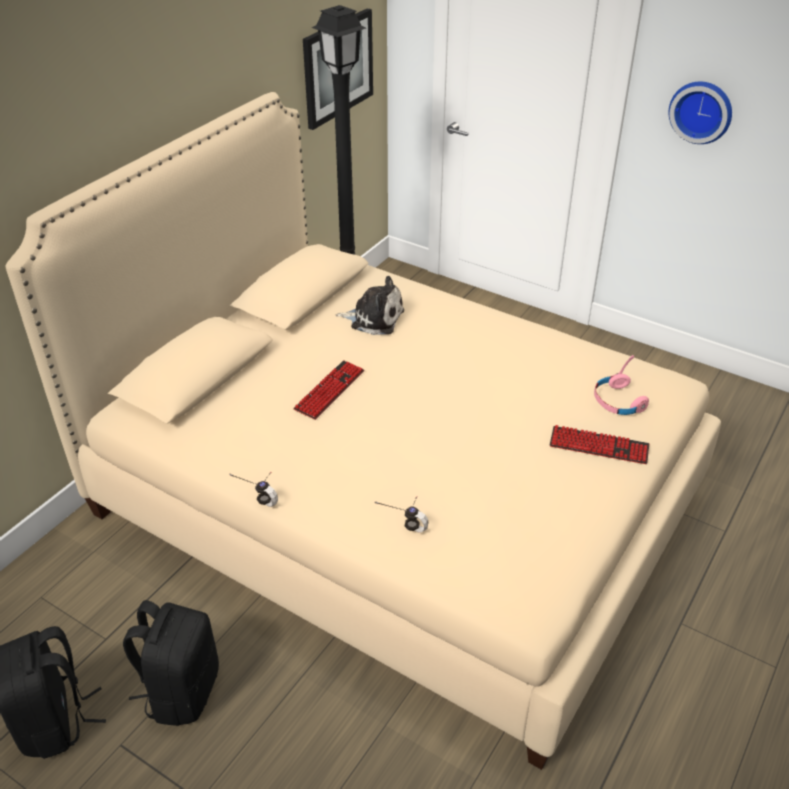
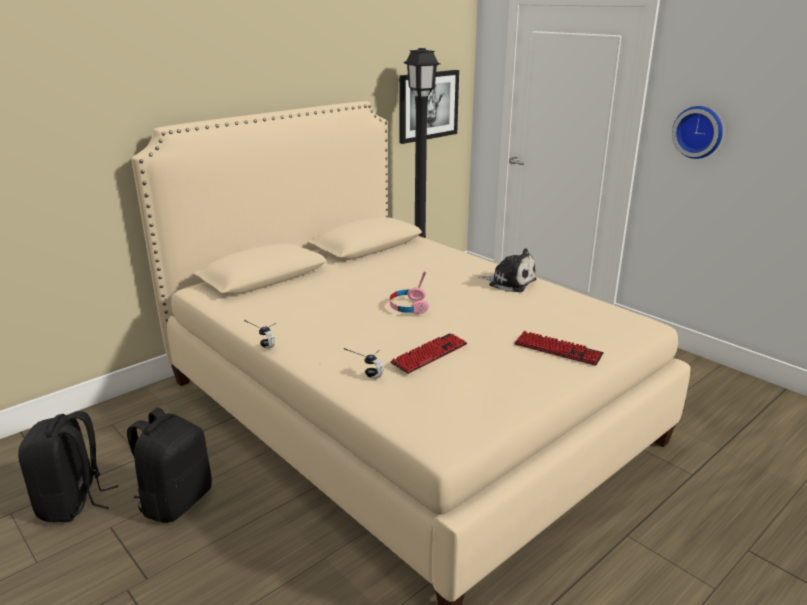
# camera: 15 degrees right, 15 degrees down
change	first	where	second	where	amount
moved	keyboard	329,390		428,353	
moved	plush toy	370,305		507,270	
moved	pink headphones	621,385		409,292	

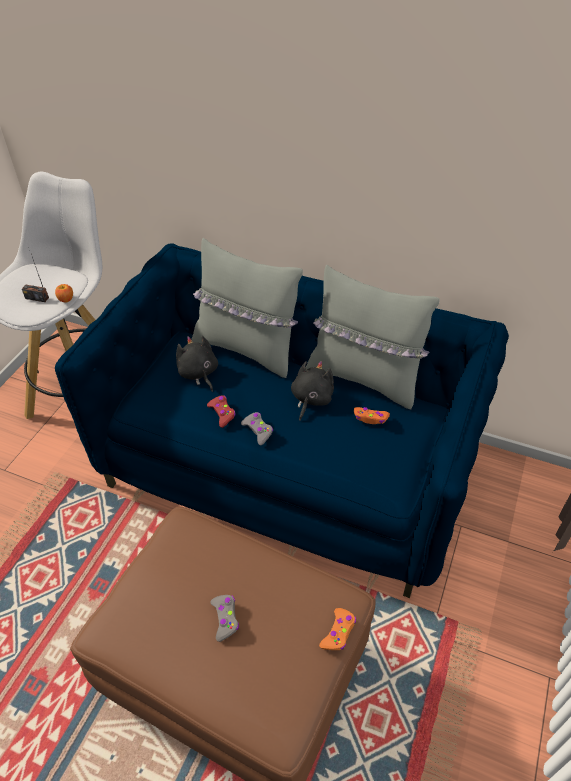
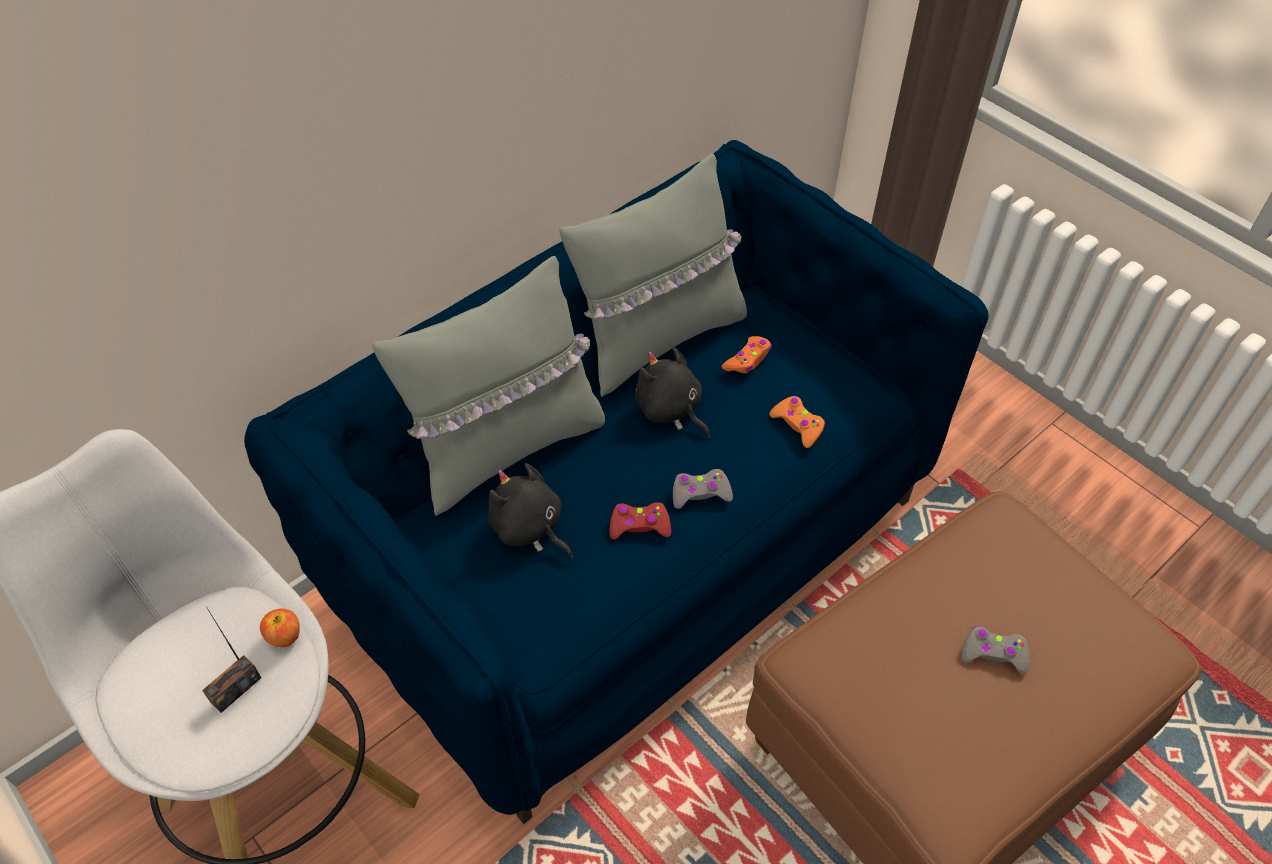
# camera: 65 degrees left, 5 degrees up
change	first	where	second	where	amount
turned	black plush toy	197,364		530,510	45 degrees clockwise
moved	orange game controller	337,629		797,422	

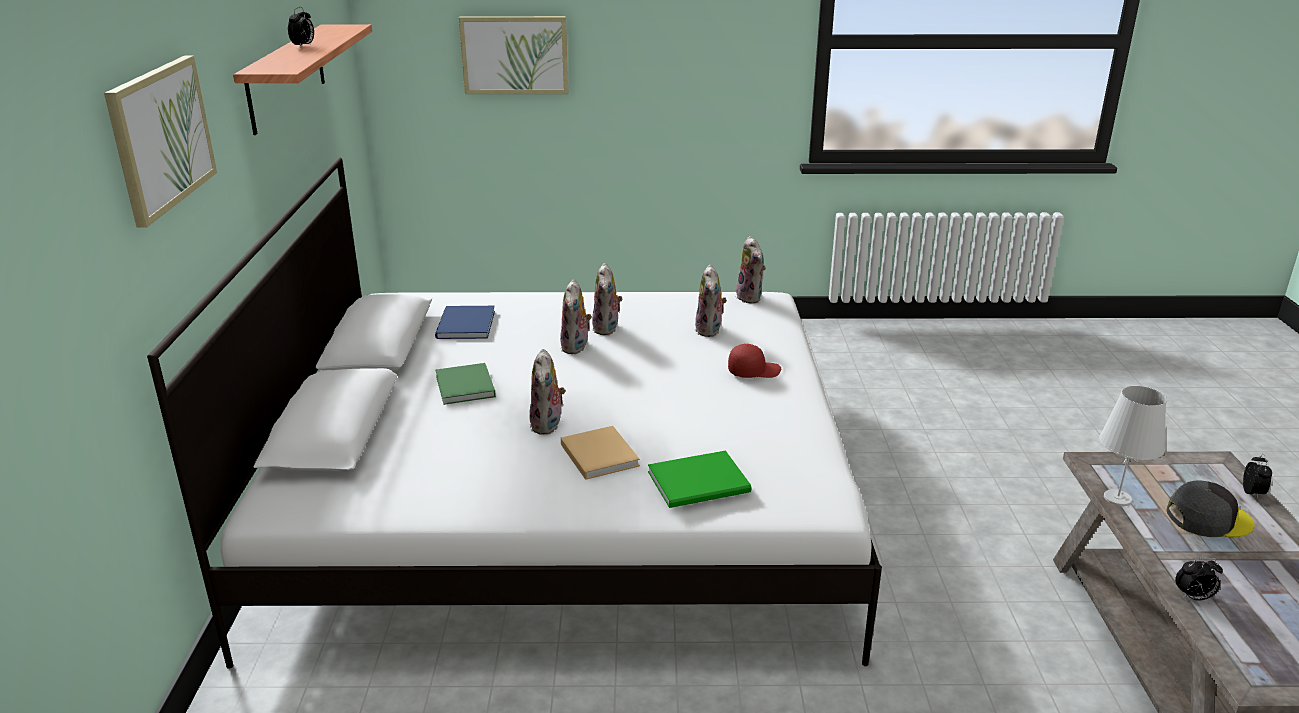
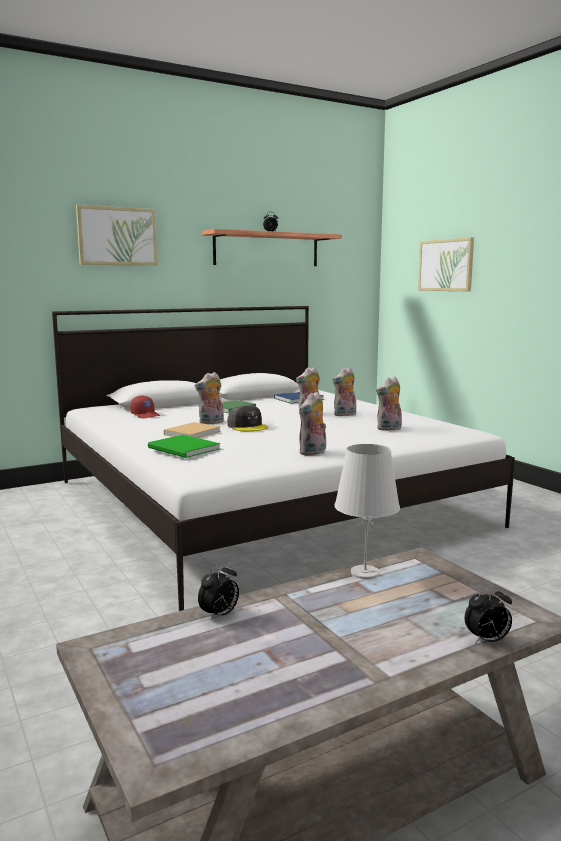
# camera: 60 degrees right, 15 degrees down
change	first	where	second	where	amount
moved	red cap	754,361		145,407	
moved	plush toy	751,270		312,423	
moved	grey cap	1210,508		247,418	
turned	alarm clock	1199,579		218,591	105 degrees counterclockwise

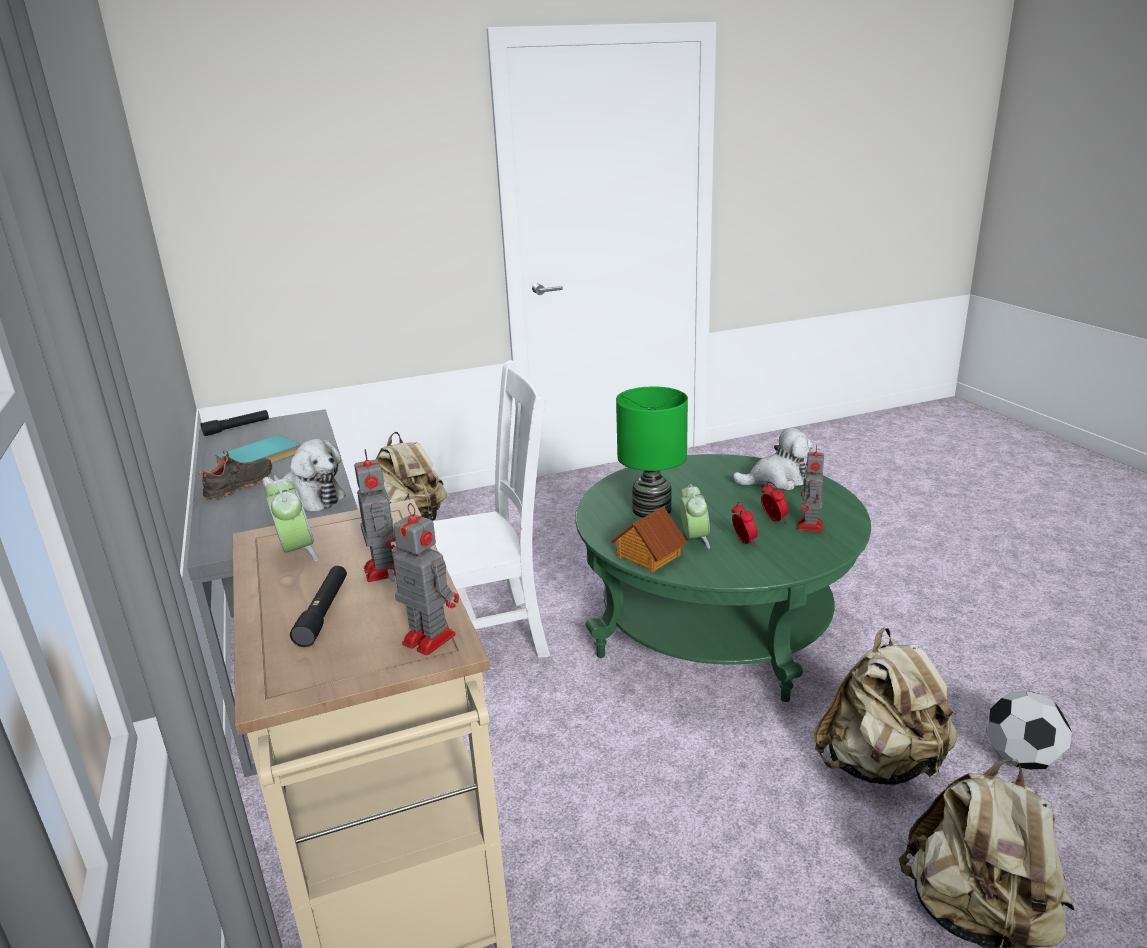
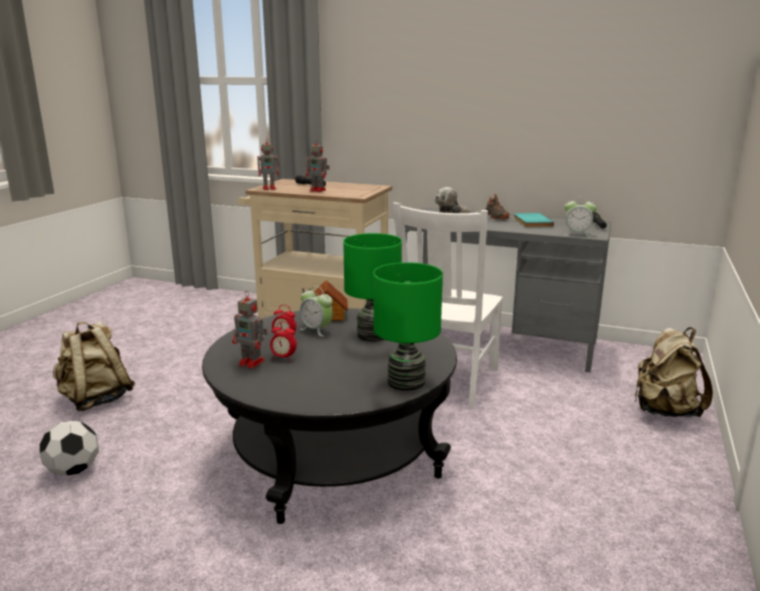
# camera: 130 degrees right, 5 degrees down
change	first	where	second	where	amount
moved	alarm clock	291,518		580,216	
recoloured	green coffee table	723,578	black coffee table	329,416	
removed	plush toy	773,459			
turned	toy robot	810,488		250,330	150 degrees clockwise
removed	beige backpack	885,706			
added			green table lamp	408,326	

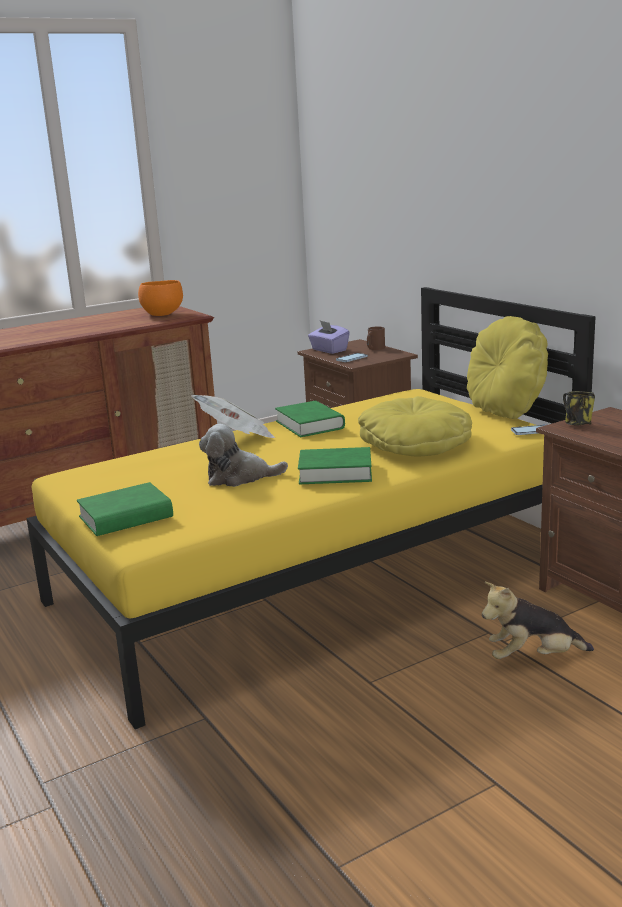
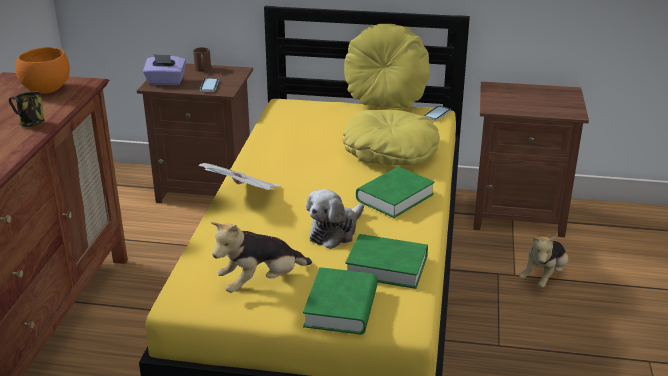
# camera: 50 degrees left, 10 degrees up
change	first	where	second	where	amount
moved	green book	310,419		386,261	
moved	mug	579,408		27,109	
added			plush toy	261,257	

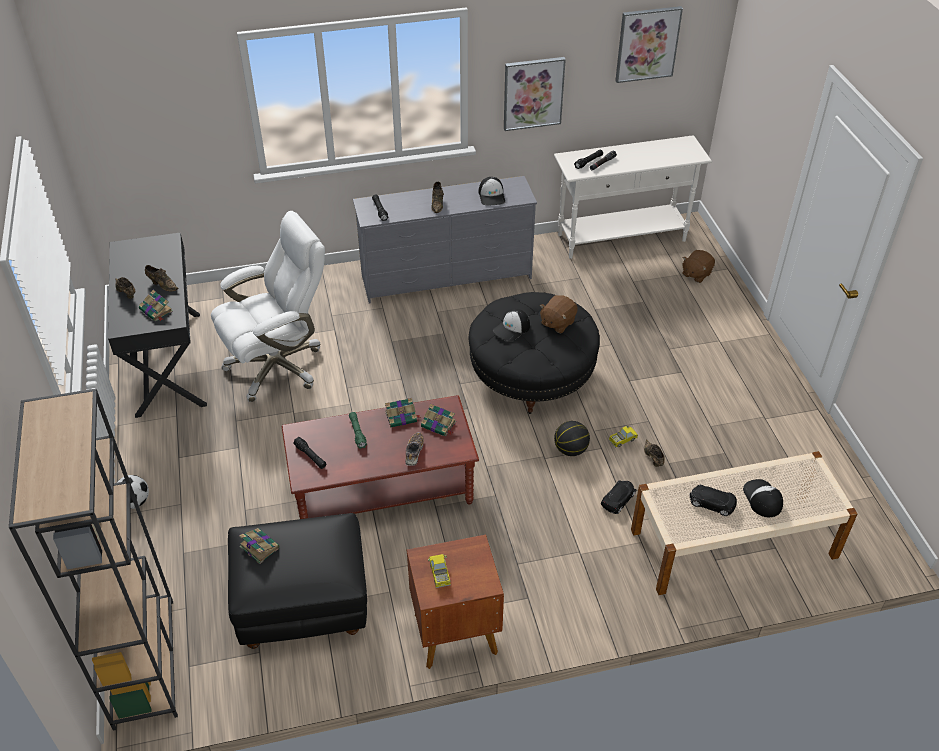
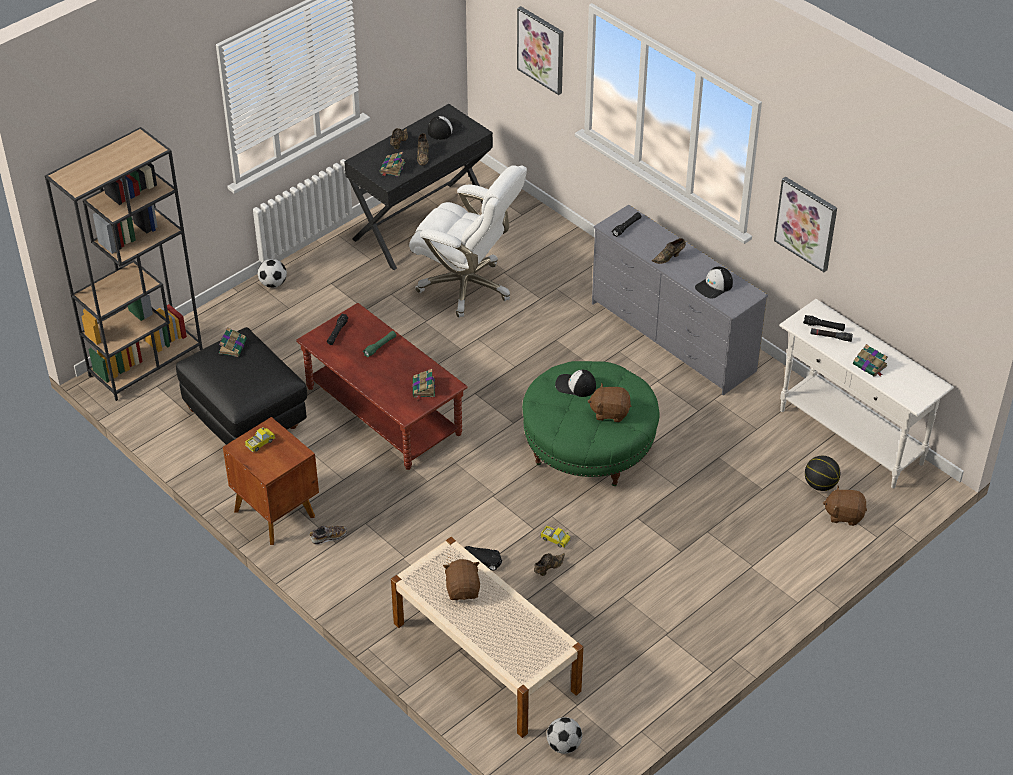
# camera: 60 degrees right, 0 degrees up
change	first	where	second	where	amount
moved	book	403,412		870,360	
moved	shoe	414,449		328,534	
recoloured	black ottoman	534,353	green ottoman	591,423	
moved	basketball	572,438		822,473	
moved	picture	649,44		540,50	
replaced	black toy car	713,500	brown plush toy	461,579	
moved	cap	763,498		445,128	
added			football	564,735	

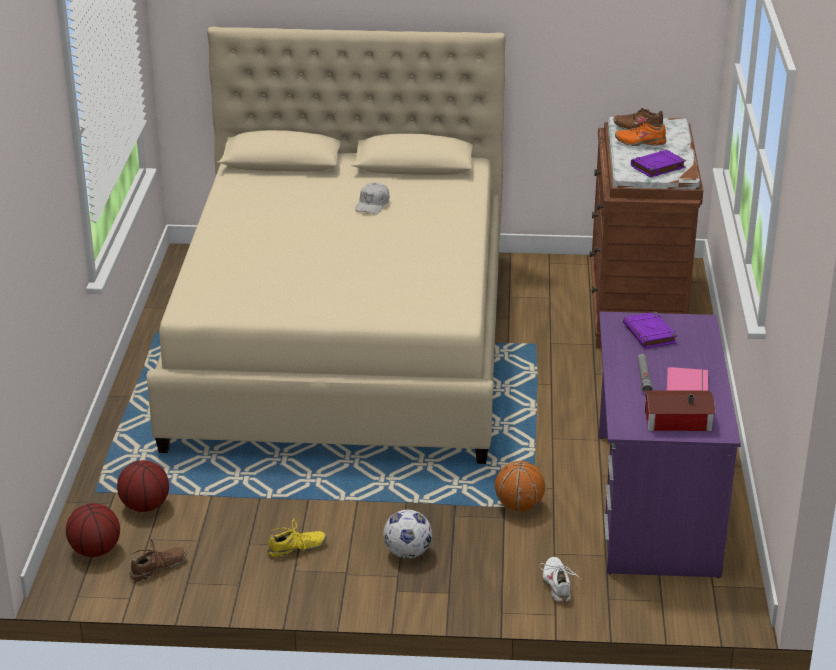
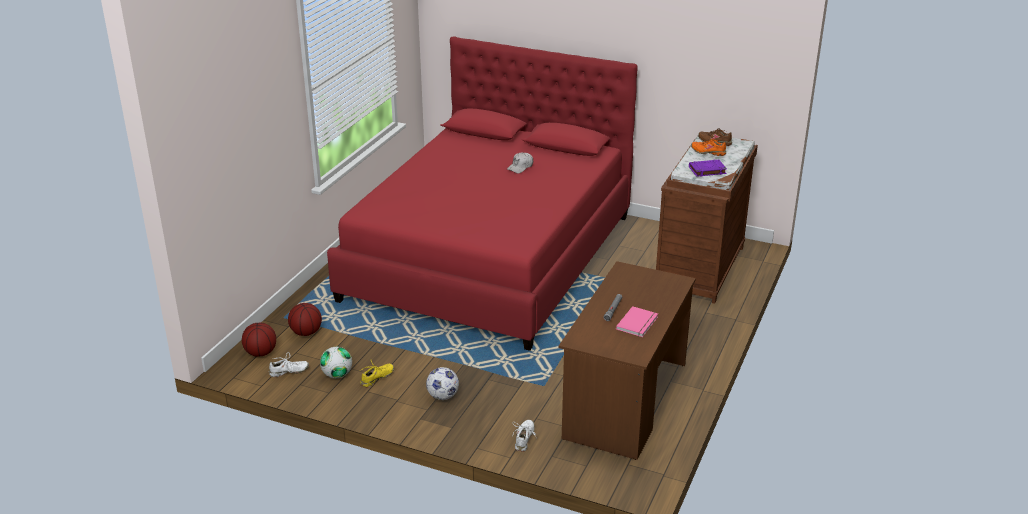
# camera: 20 degrees right, 0 degrees up
change	first	where	second	where	amount
recoloured	brown shoe	158,560	white shoe	289,364	
recoloured	beige bed	326,245	red bed	482,194	
turned	yellow shoe	297,538		377,374	45 degrees counterclockwise
removed	basketball	520,486			
recoloured	purple desk	670,444	brown desk	627,360	
removed	purple book	650,330			
removed	toy house	680,410			
added			football	336,363	

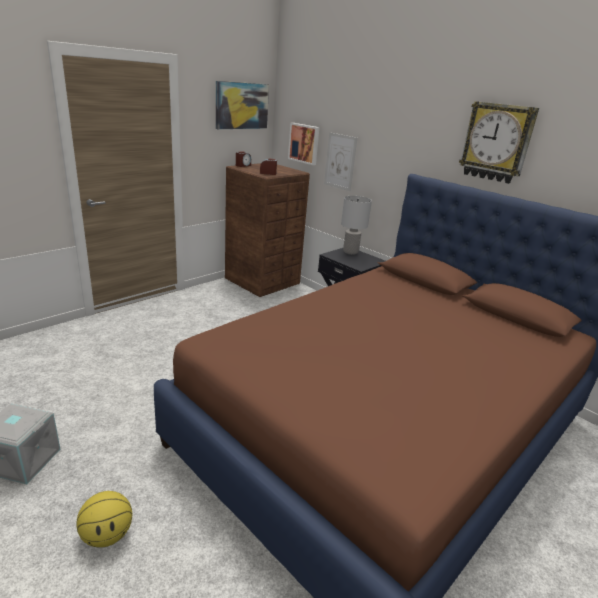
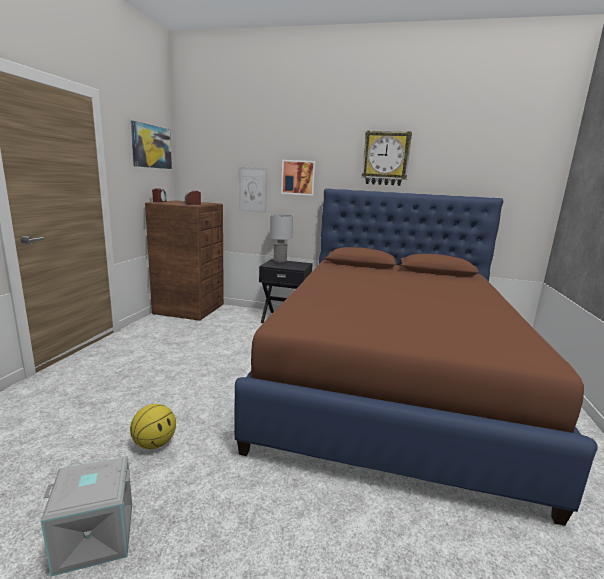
# camera: 30 degrees left, 10 degrees down
change	first	where	second	where	amount
moved	basketball	104,519		153,426	
moved	picture	303,144		298,178	

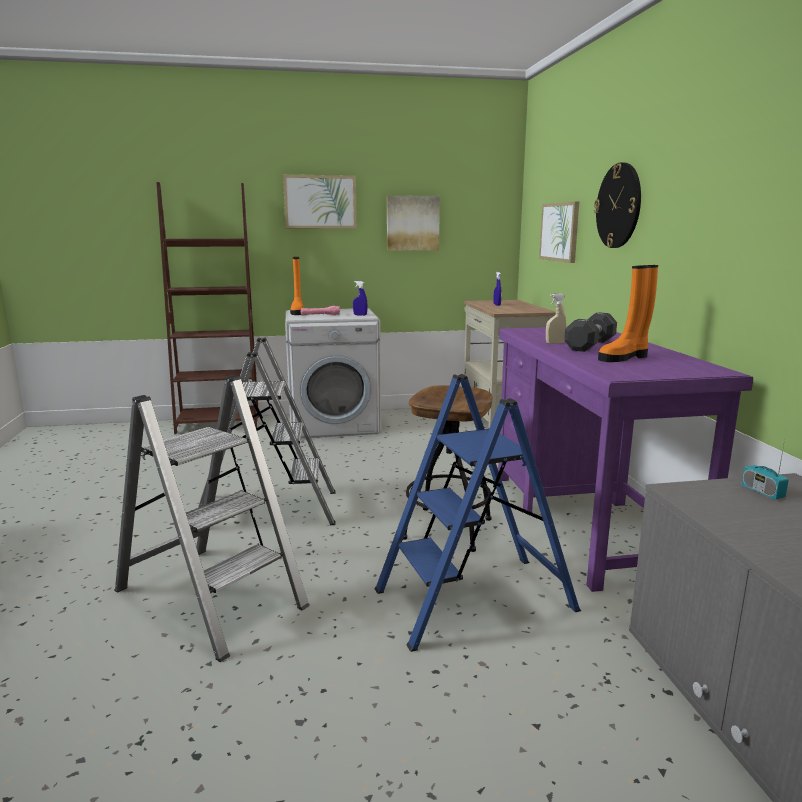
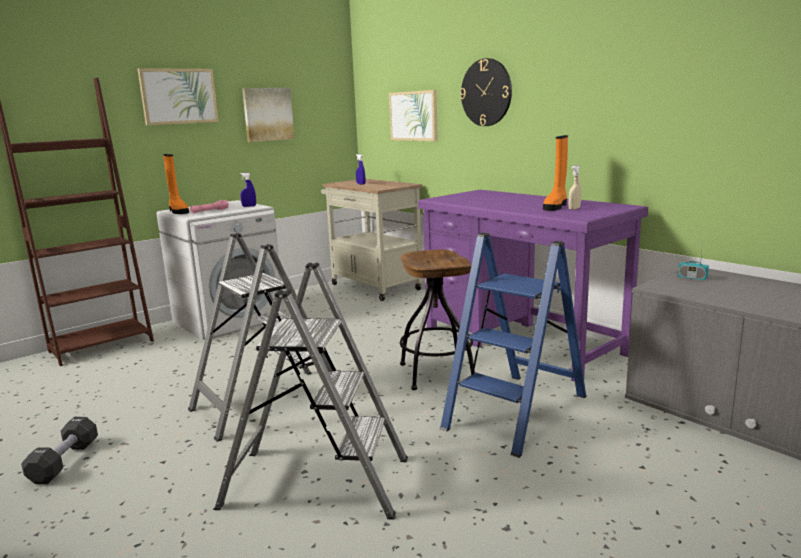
# camera: 30 degrees left, 0 degrees up
change	first	where	second	where	amount
moved	beige spray bottle	556,319		575,187	
moved	black dumbbell	590,332		59,450	

